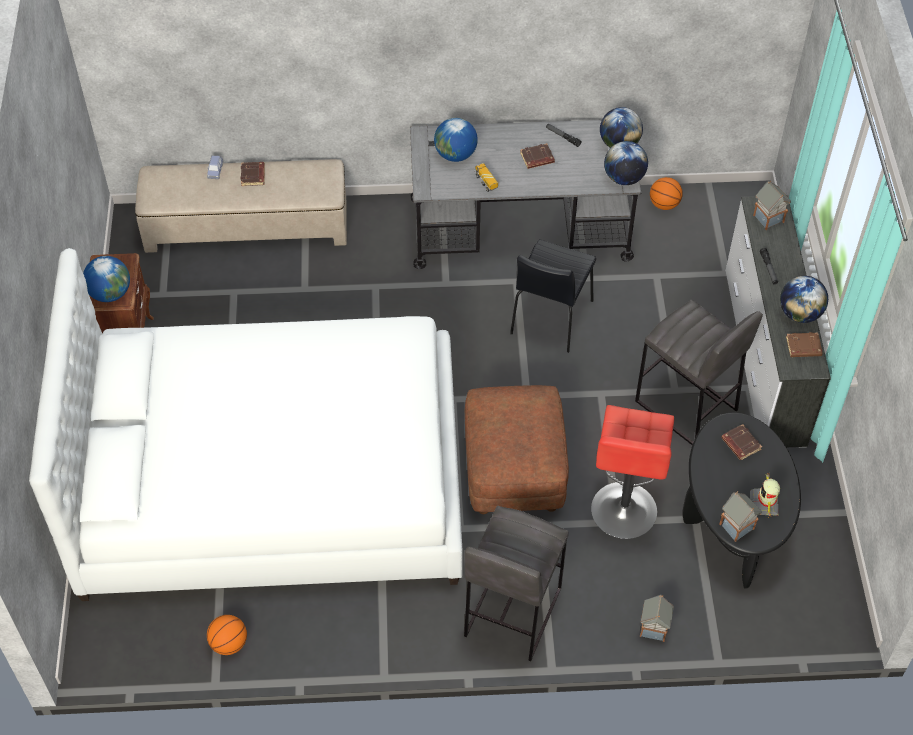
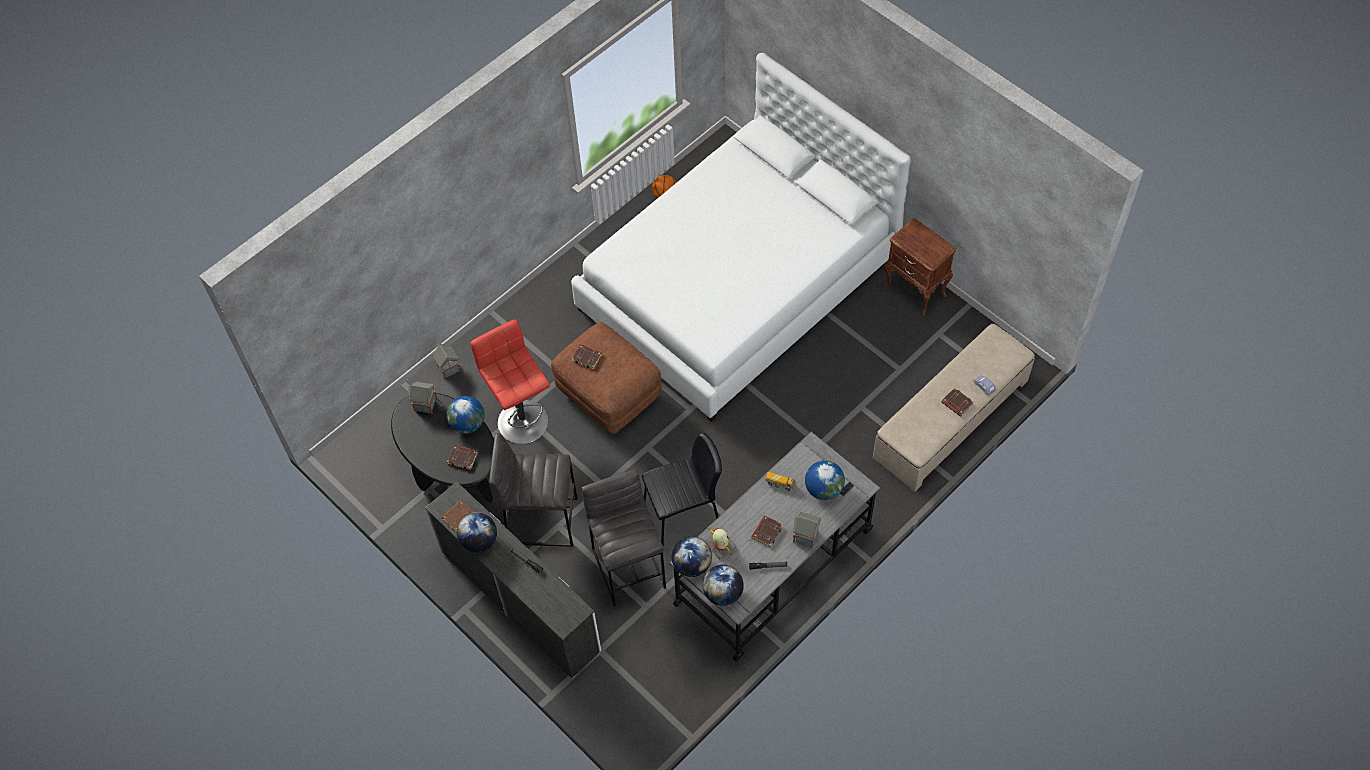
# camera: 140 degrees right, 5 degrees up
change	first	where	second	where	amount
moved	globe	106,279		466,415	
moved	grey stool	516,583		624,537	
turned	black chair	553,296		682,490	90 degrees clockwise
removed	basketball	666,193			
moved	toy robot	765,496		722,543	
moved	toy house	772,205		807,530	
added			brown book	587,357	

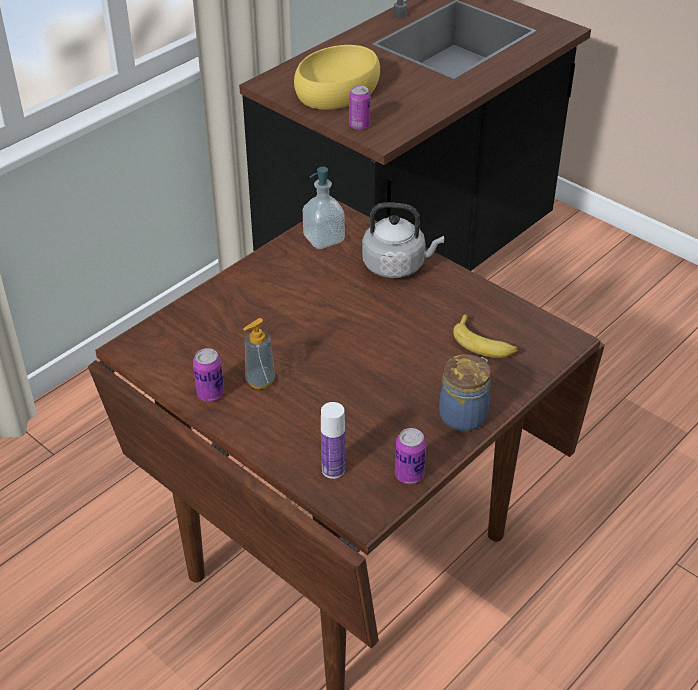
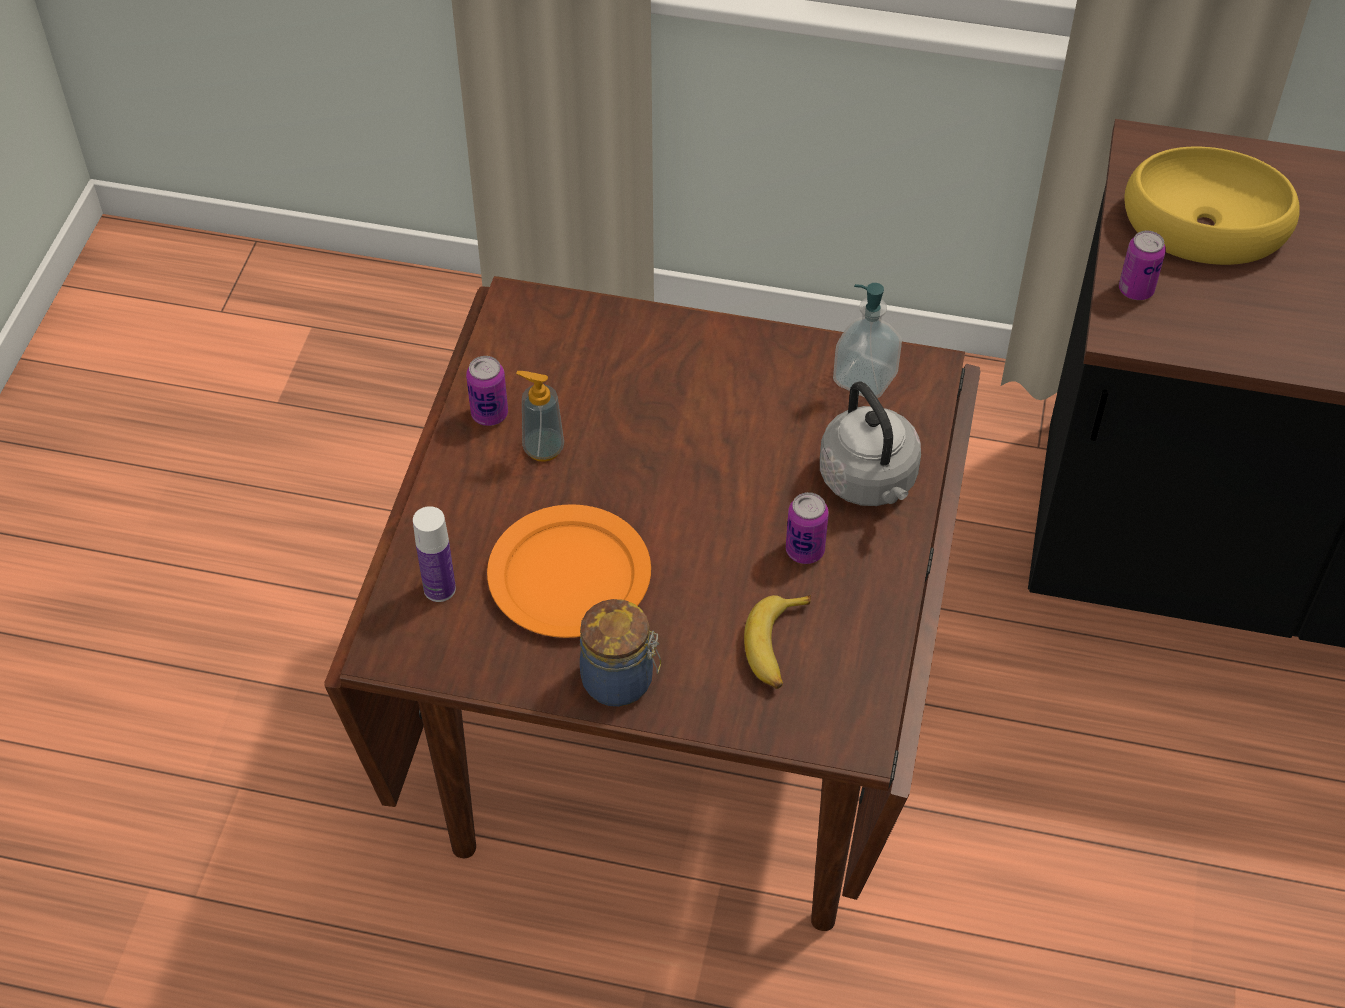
# camera: 60 degrees right, 10 degrees up
change	first	where	second	where	amount
moved	can	410,456		807,528	
added			orange plate	569,571	

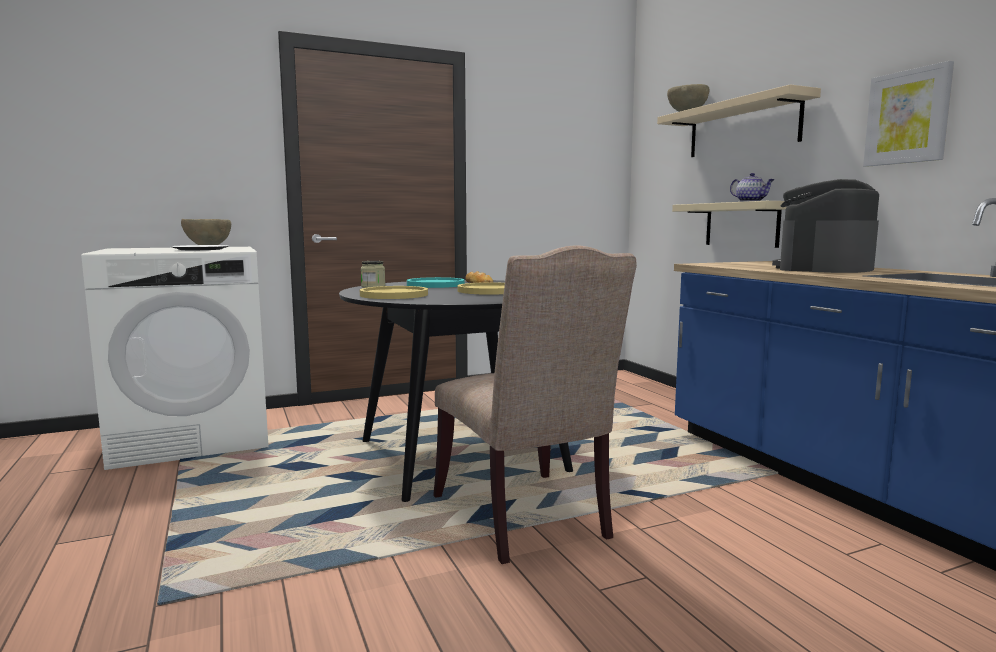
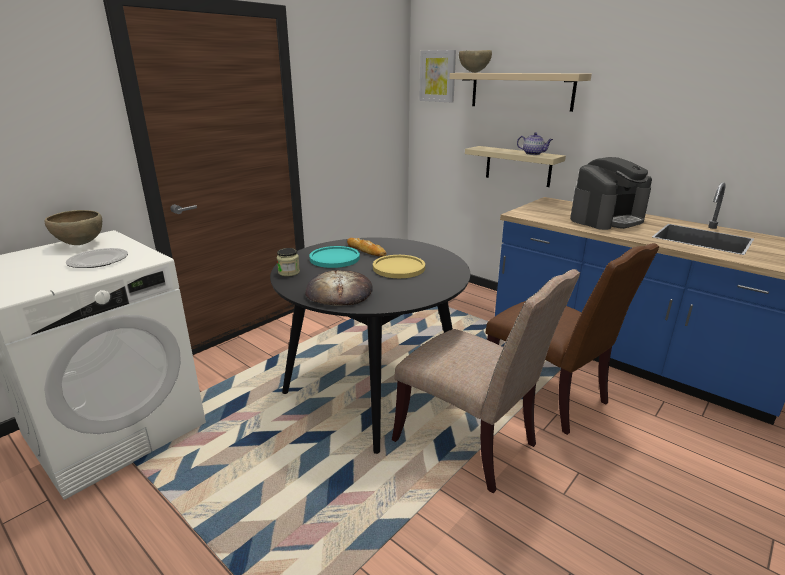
# camera: 25 degrees left, 15 degrees up
change	first	where	second	where	amount
replaced	yellow plate	394,292	bread	339,288	
turned	coffee machine	825,226		611,193	135 degrees counterclockwise
moved	picture	908,114		437,76	
added			brown chair	572,339	

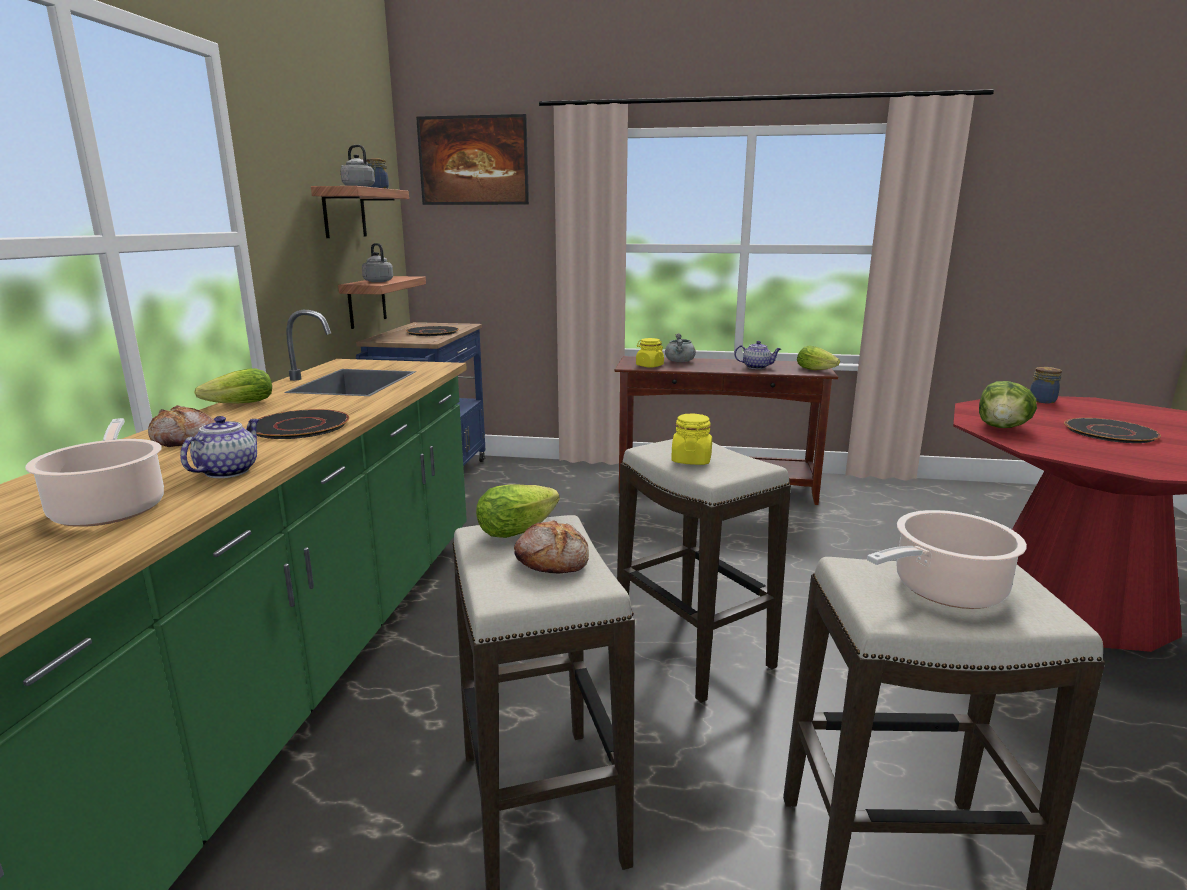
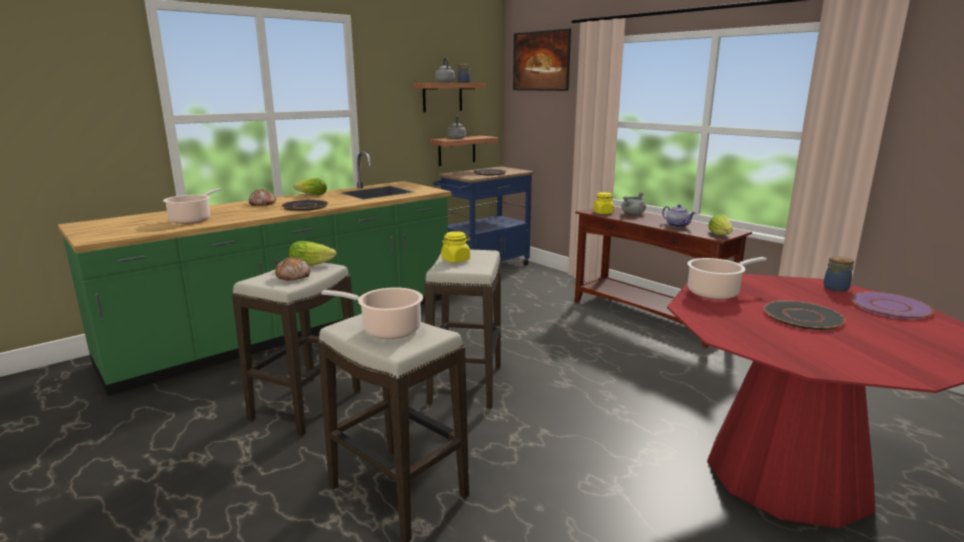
# camera: 40 degrees right, 0 degrees up
change	first	where	second	where	amount
removed	teapot	219,447			
replaced	lettuce	1008,404	cooking pot	727,278	
added			purple plate	892,305	

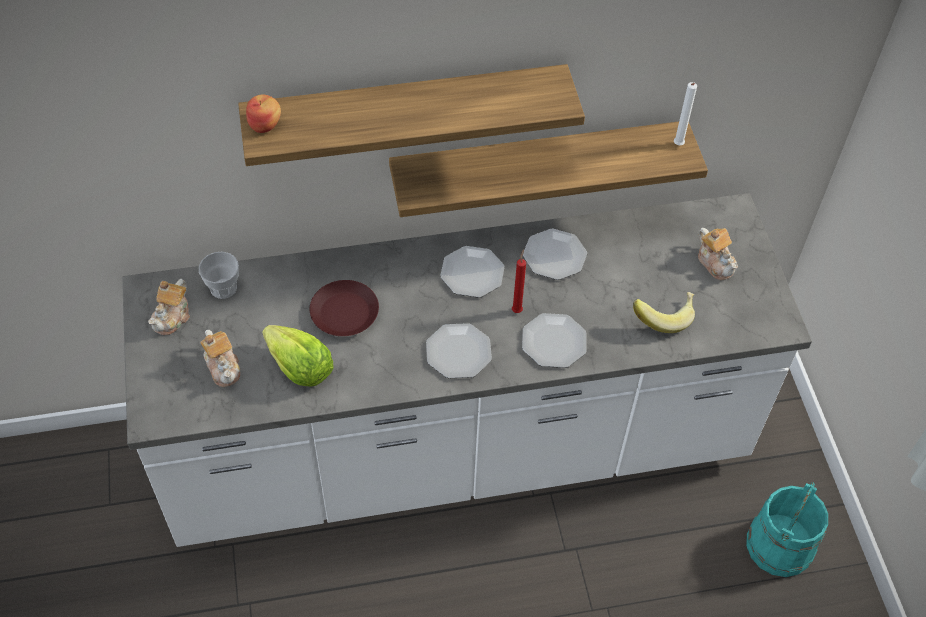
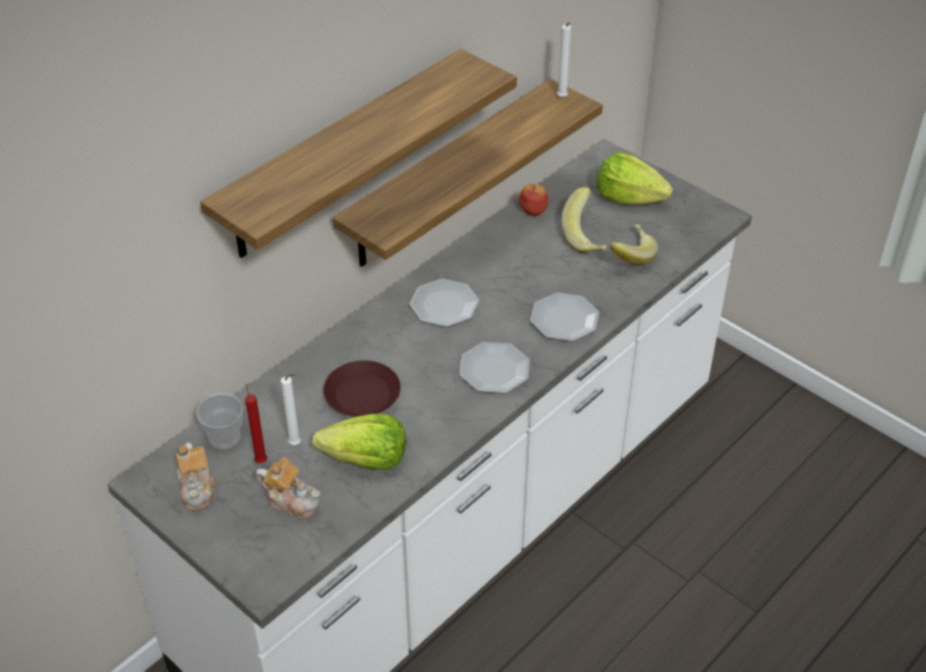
# camera: 35 degrees left, 10 degrees down
change	first	where	second	where	amount
moved	apple	263,113		534,200	
moved	red candle	519,281		256,423	
removed	plate	555,254			
replaced	teapot	718,254	lettuce	634,178	
removed	turquoise bucket	787,529			
added			white candle	291,409	
added			banana	583,220	

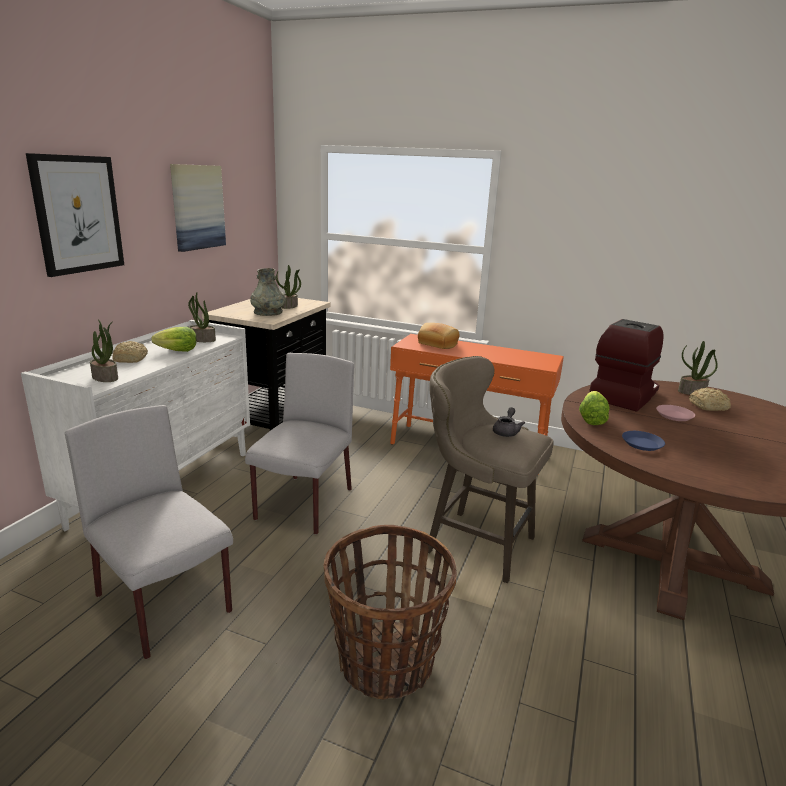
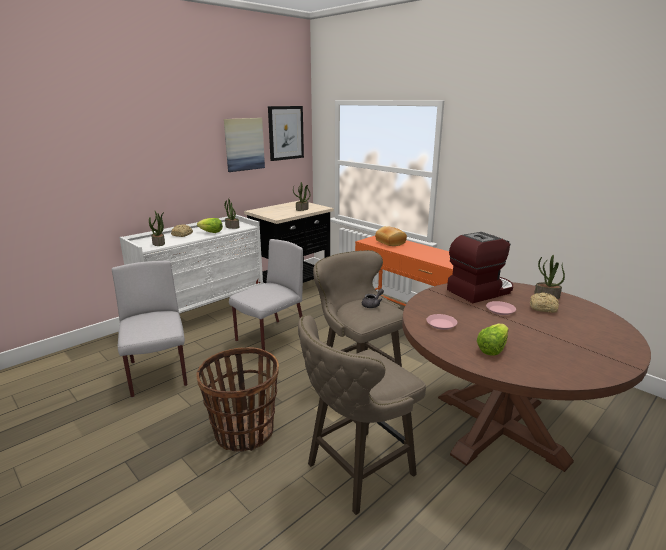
# camera: 25 degrees right, 0 degrees up
change	first	where	second	where	amount
moved	picture	75,215		286,133	
removed	grey vase	268,292			
moved	lettuce	594,408		493,339	
recoloured	blue plate	643,441	pink plate	441,322	
added			beige stool	362,415	

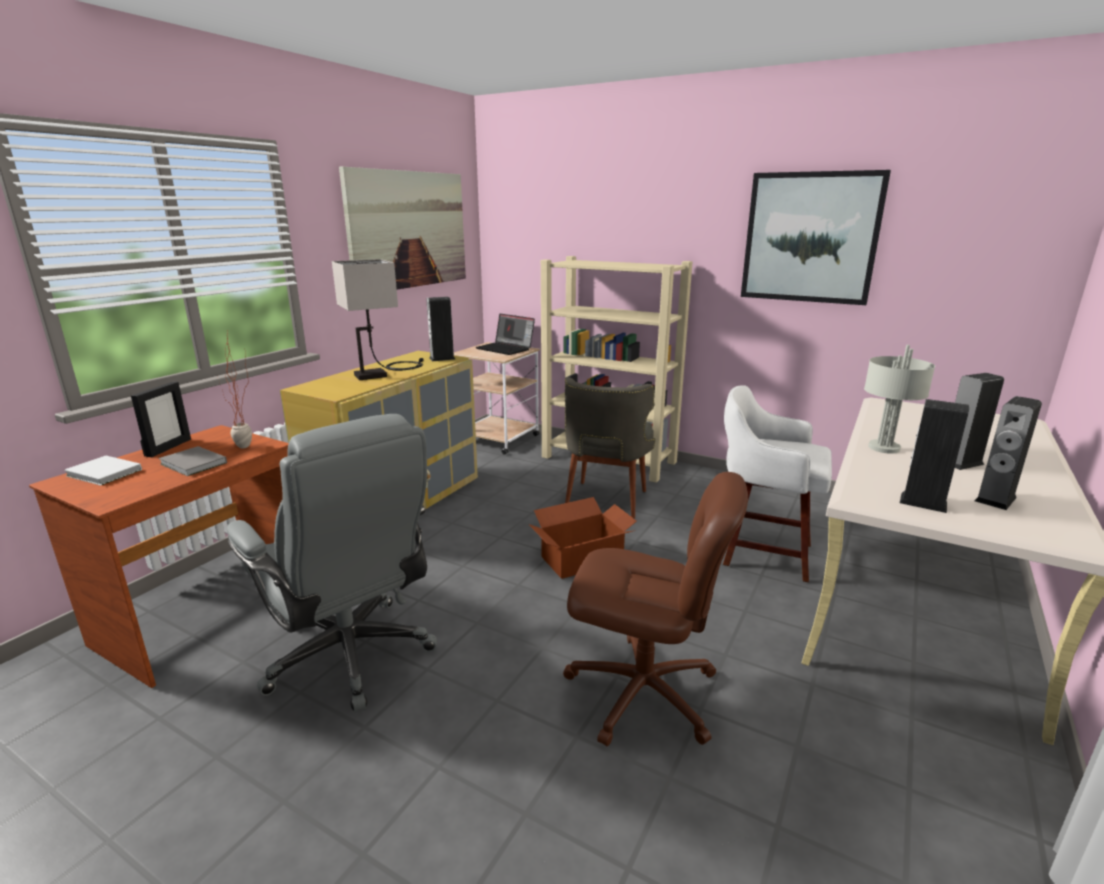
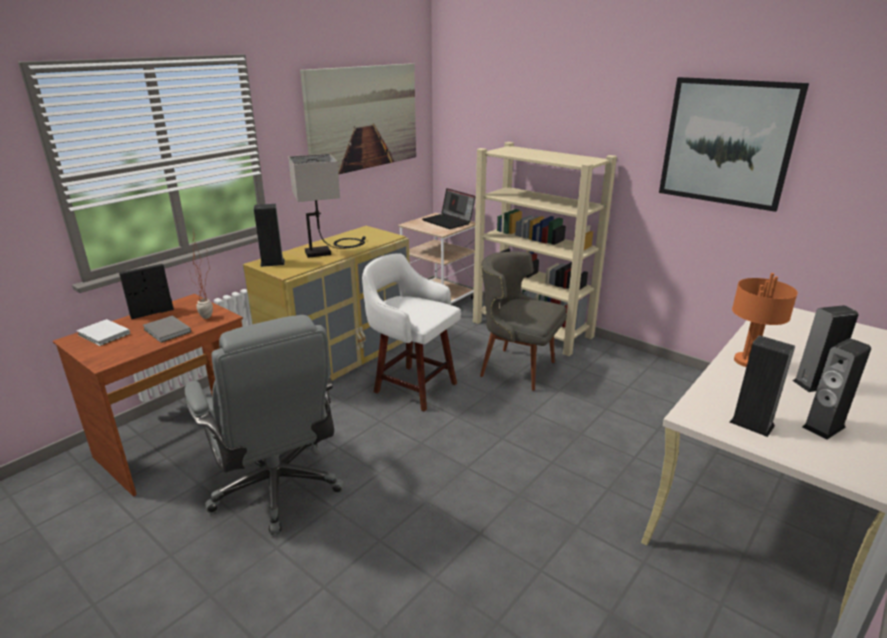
# camera: 10 degrees right, 5 degrees up
change	first	where	second	where	amount
turned	picture frame	161,419		146,291	150 degrees counterclockwise
moved	speaker	440,329		269,235	
removed	cardboard box	583,538			
removed	brown office chair	655,609			
turned	grey chair	610,448		523,321	90 degrees clockwise
moved	white stool	777,483		411,333	
recoloured	grey table lamp	899,399	orange table lamp	765,320	

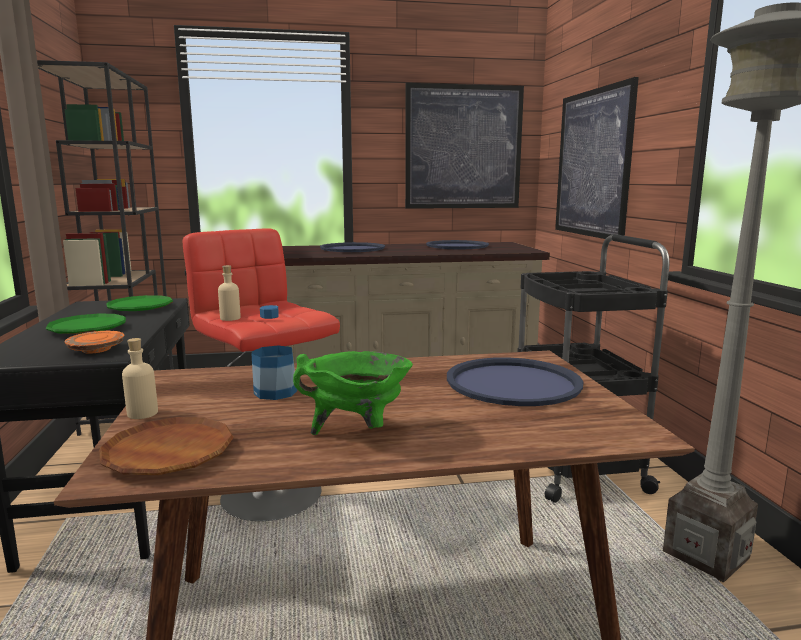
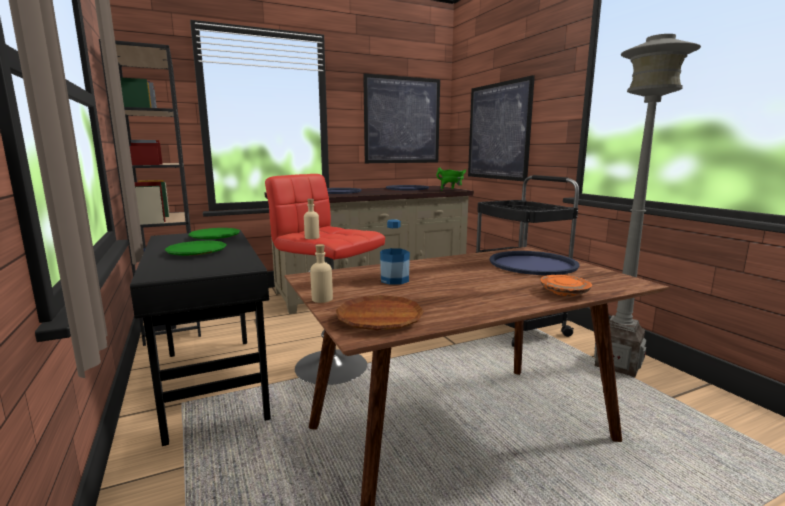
# camera: 15 degrees left, 0 degrees up
change	first	where	second	where	amount
moved	orange plate	95,342		566,285	
moved	green cooking pot	353,393		451,179	

